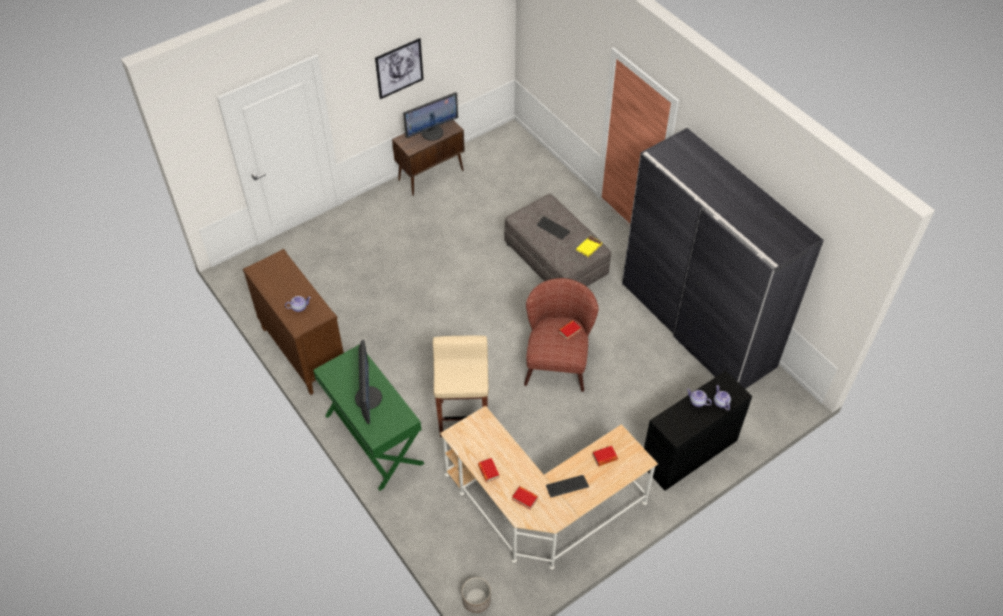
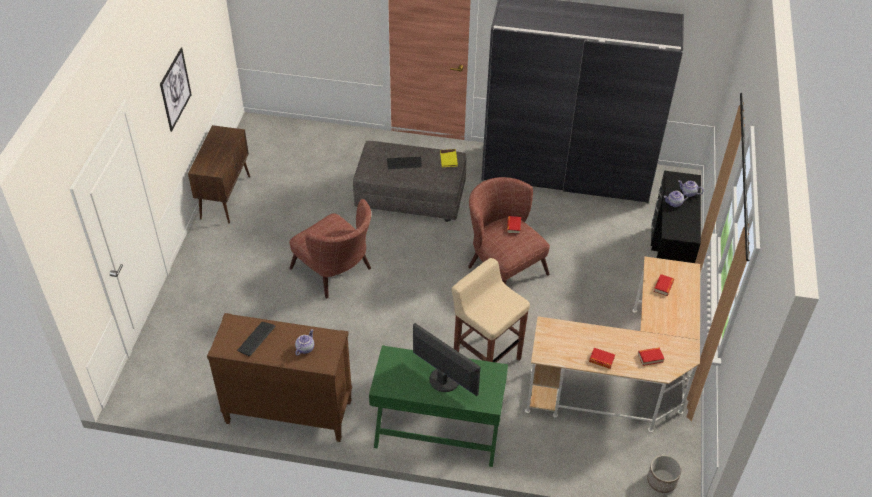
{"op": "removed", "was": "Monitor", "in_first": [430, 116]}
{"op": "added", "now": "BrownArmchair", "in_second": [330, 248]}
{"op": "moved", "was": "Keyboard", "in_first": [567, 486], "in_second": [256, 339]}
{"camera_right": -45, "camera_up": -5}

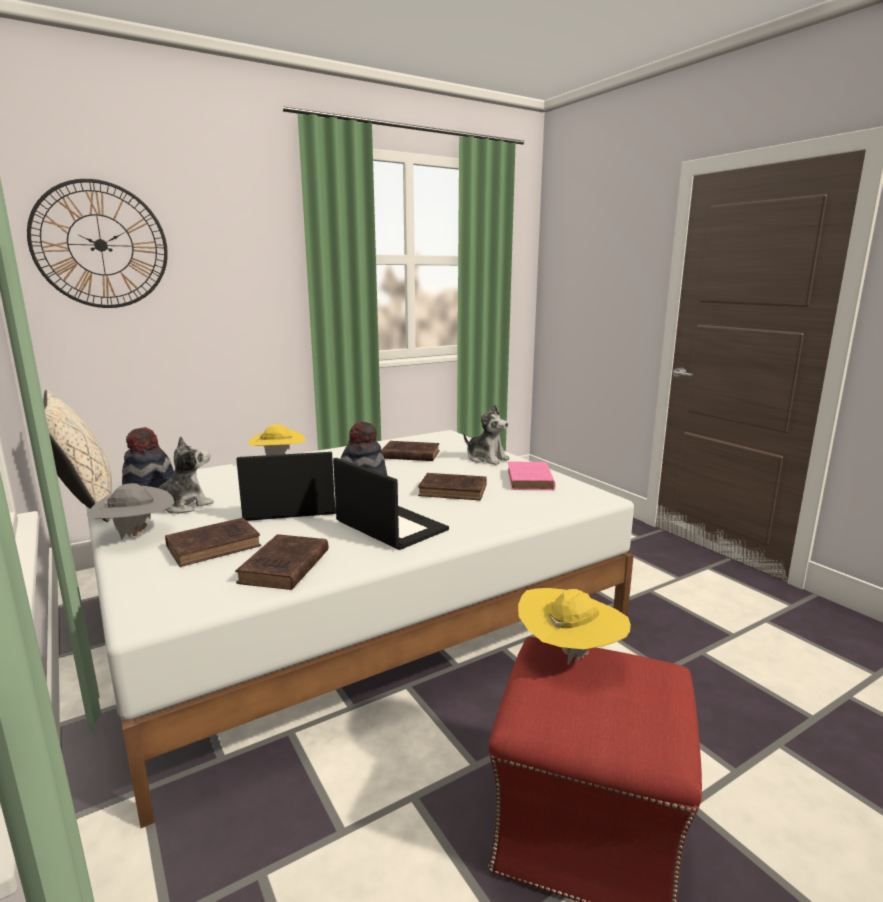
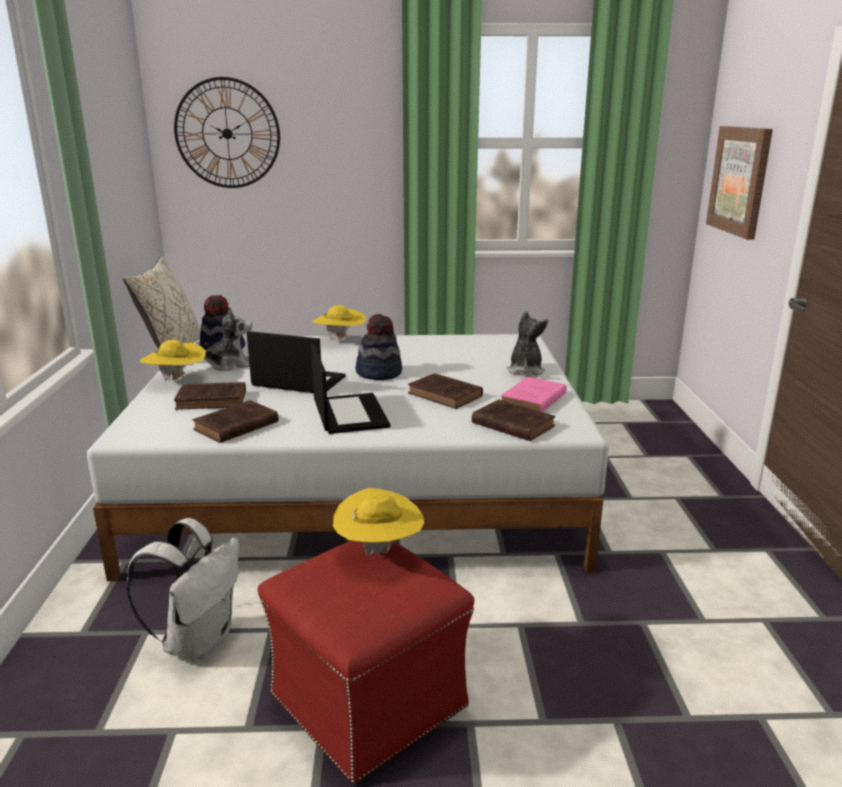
{"op": "added", "now": "WhiteBackpack", "in_second": [183, 590]}
{"op": "added", "now": "Picture", "in_second": [739, 183]}
{"op": "moved", "was": "BrownBook", "in_first": [410, 451], "in_second": [514, 420]}
{"op": "recoloured", "was": "GreyHat", "now": "YellowHat", "in_first": [130, 511], "in_second": [172, 361]}
{"op": "turned", "was": "PlushToy", "in_first": [487, 434], "in_second": [527, 343], "clockwise": -150}
{"camera_right": 30, "camera_up": 5}

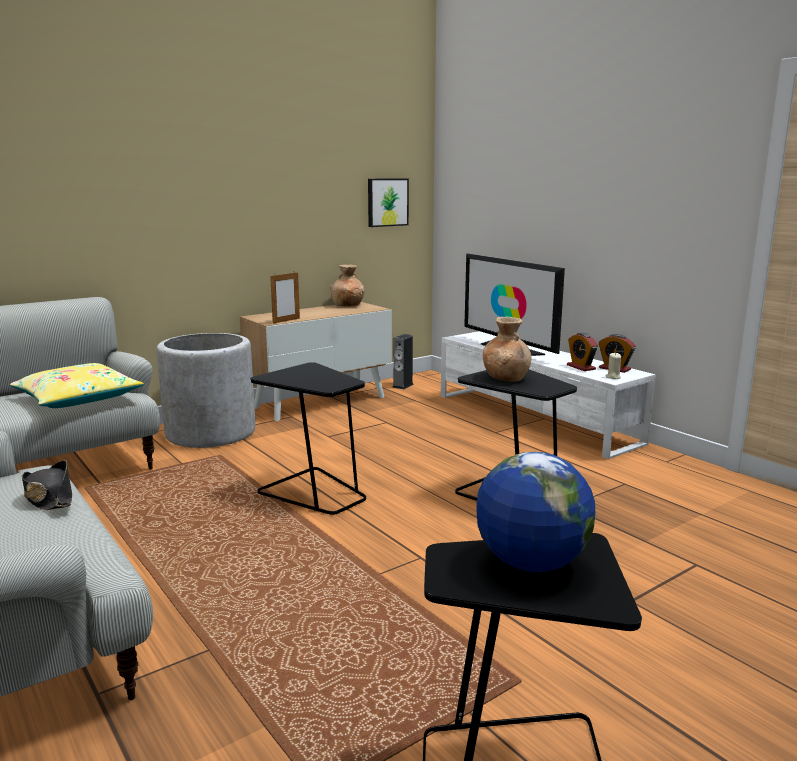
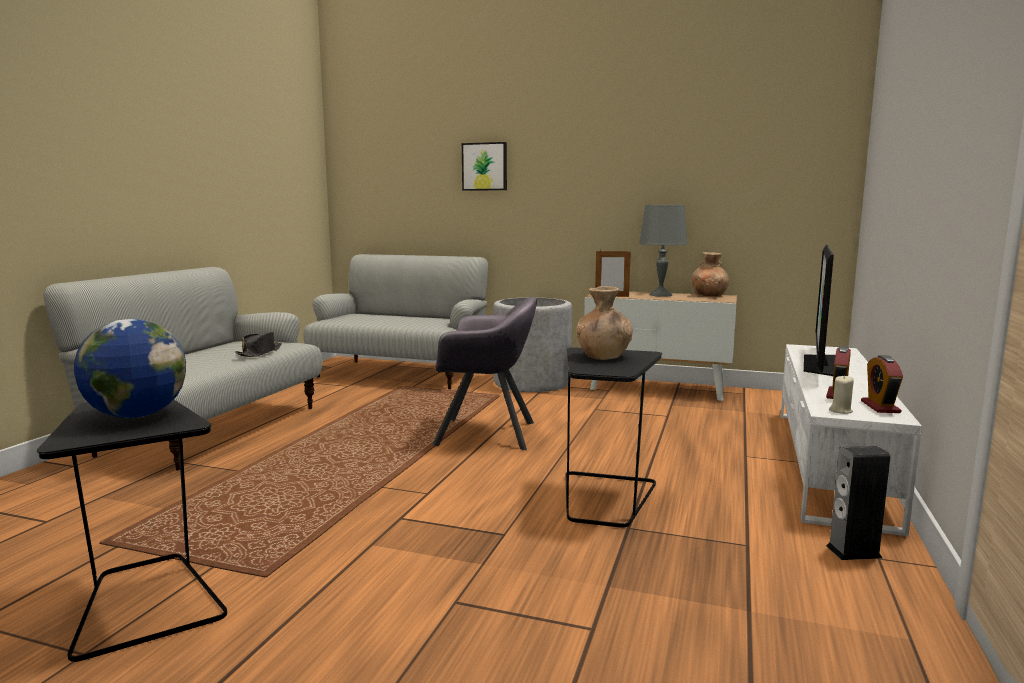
{"op": "removed", "was": "YellowPillow", "in_first": [77, 385]}
{"op": "added", "now": "GreyTableLamp", "in_second": [663, 251]}
{"op": "moved", "was": "Picture", "in_first": [388, 202], "in_second": [484, 166]}
{"op": "moved", "was": "Speaker", "in_first": [403, 361], "in_second": [858, 503]}
{"op": "replaced", "was": "BlackSideTable", "now": "GreyArmchair", "in_first": [308, 438], "in_second": [484, 373]}
{"camera_right": 55, "camera_up": -5}

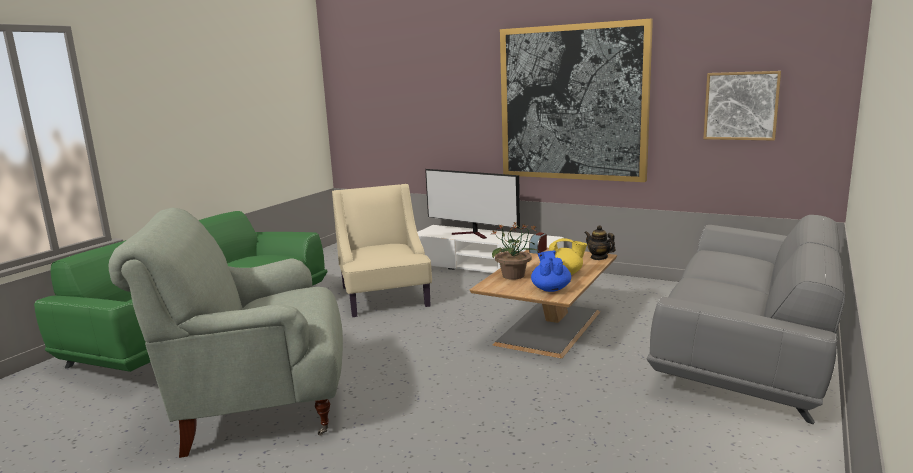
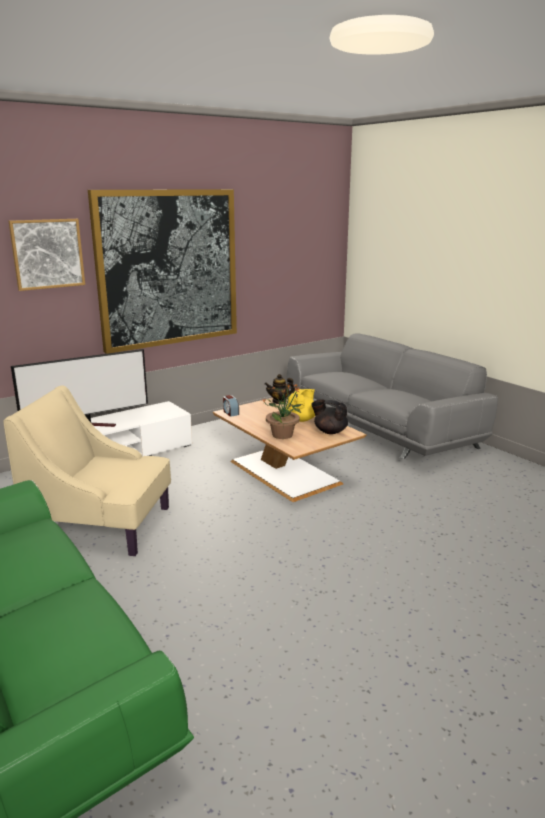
{"op": "removed", "was": "GreyArmchair", "in_first": [226, 332]}
{"op": "moved", "was": "Picture", "in_first": [742, 106], "in_second": [47, 255]}
{"op": "recoloured", "was": "BlueTeapot", "now": "BlackTeapot", "in_first": [551, 271], "in_second": [329, 416]}
{"camera_right": -65, "camera_up": 5}

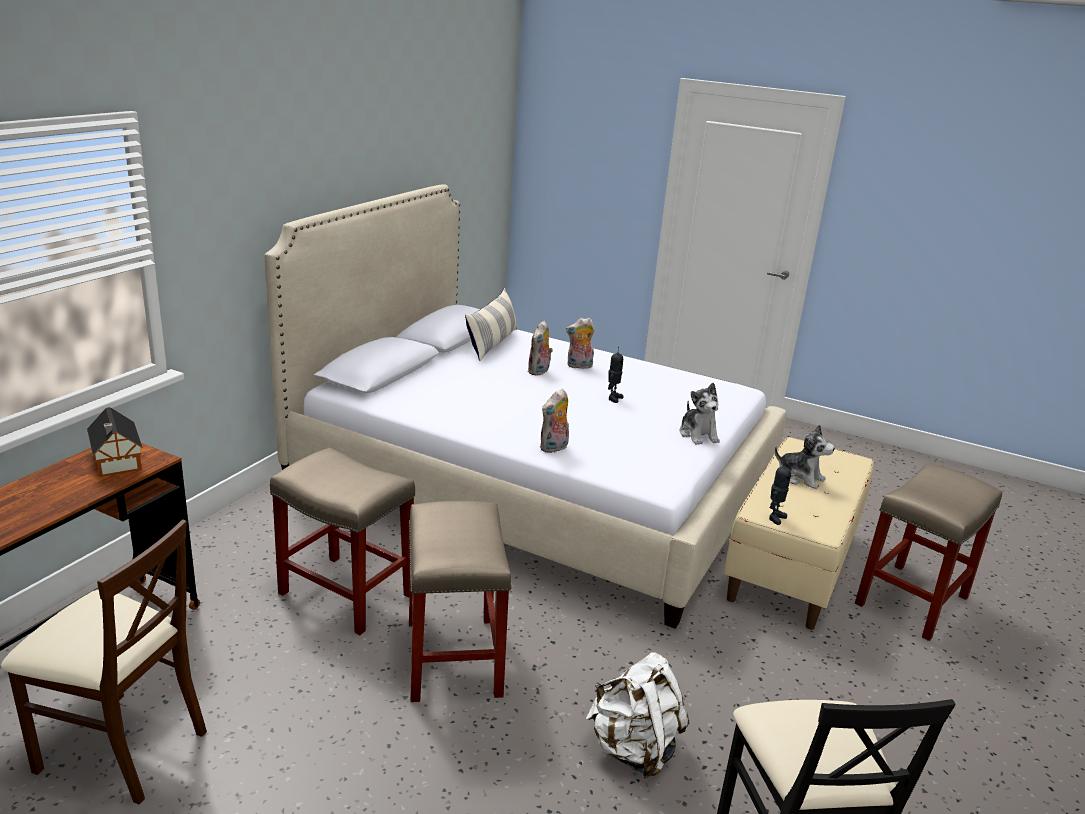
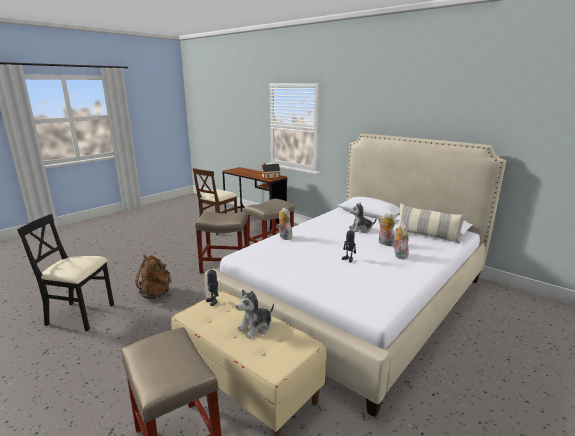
{"op": "moved", "was": "PlushToy", "in_first": [699, 414], "in_second": [363, 218]}
{"op": "recoloured", "was": "WhiteBackpack", "now": "BrownBackpack", "in_first": [637, 715], "in_second": [153, 276]}
{"camera_right": 105, "camera_up": -5}

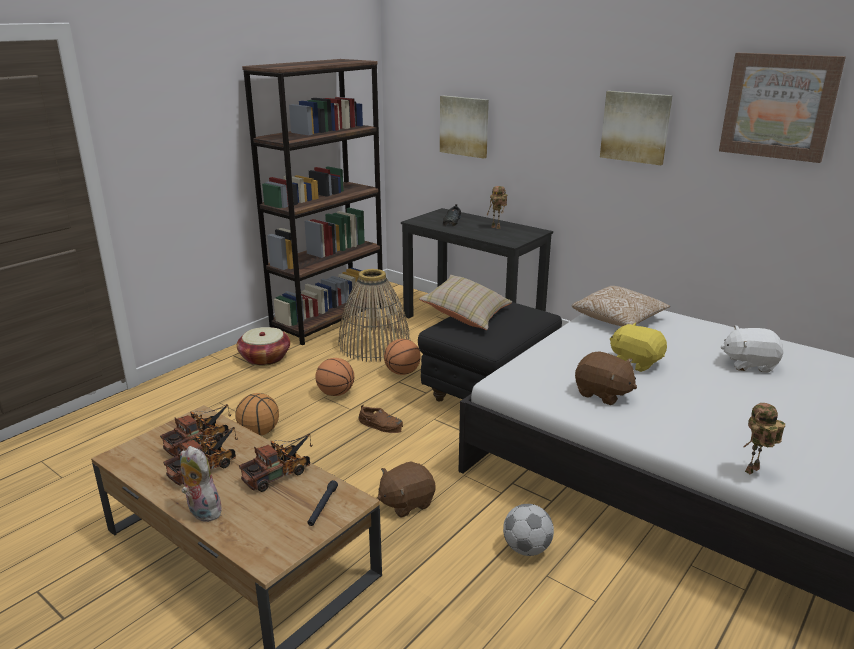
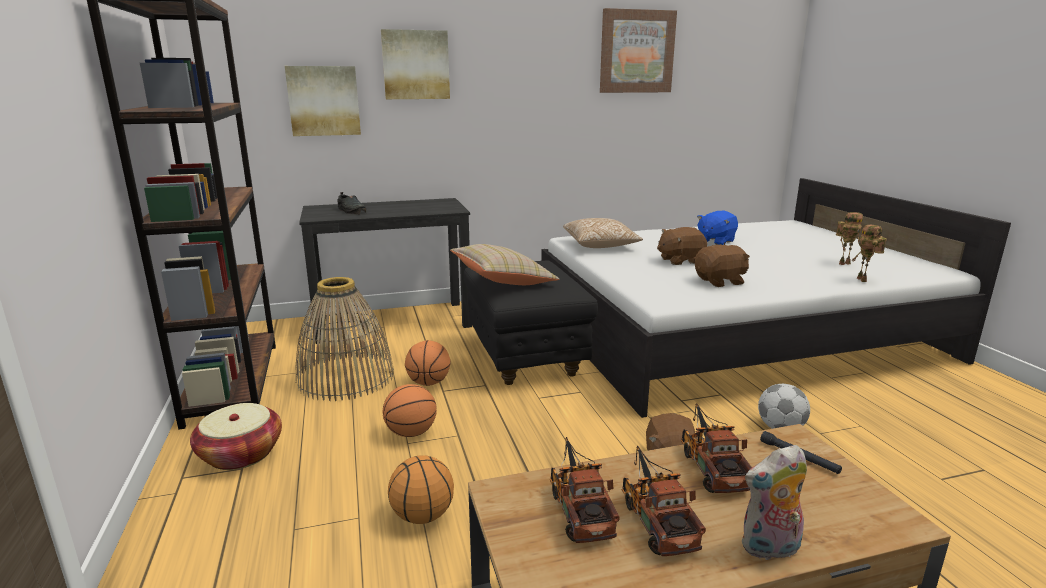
{"op": "removed", "was": "BrownShoe", "in_first": [380, 419]}
{"op": "moved", "was": "ToyRobot", "in_first": [497, 207], "in_second": [849, 238]}
{"op": "moved", "was": "Picture", "in_first": [636, 128], "in_second": [415, 64]}
{"op": "recoloured", "was": "YellowPlushToy", "now": "BrownPlushToy", "in_first": [638, 347], "in_second": [682, 246]}
{"op": "recoloured", "was": "WhitePlushToy", "now": "BluePlushToy", "in_first": [752, 349], "in_second": [717, 228]}
{"camera_right": -55, "camera_up": -5}

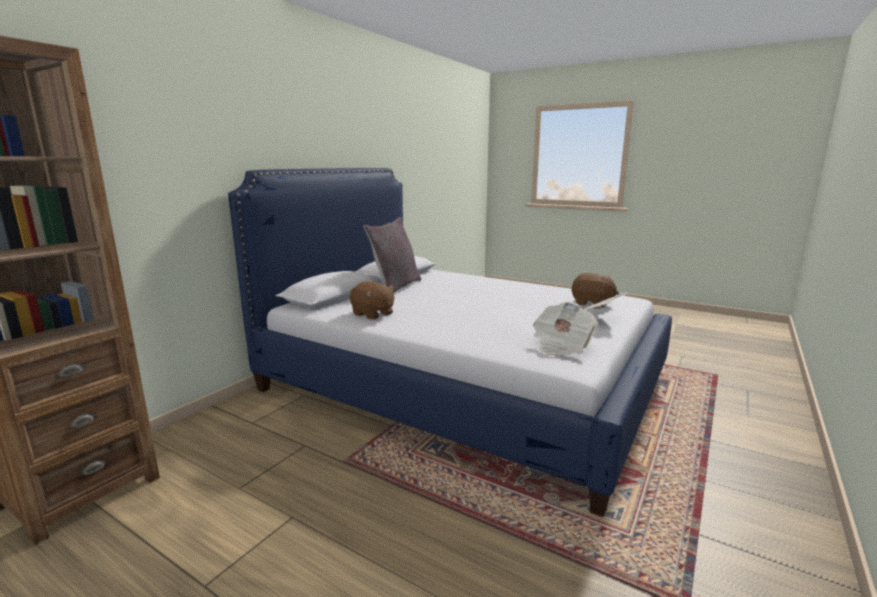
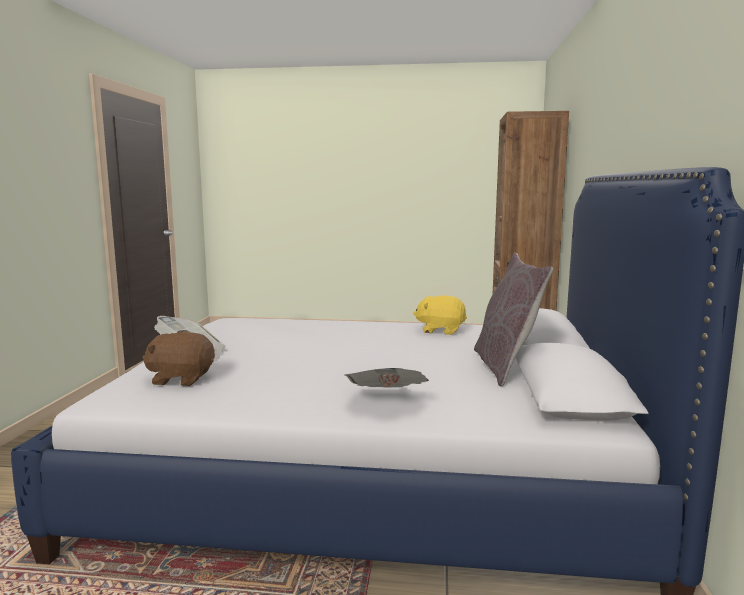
{"op": "moved", "was": "Newspaper", "in_first": [565, 329], "in_second": [387, 377]}
{"op": "recoloured", "was": "BrownPlushToy", "now": "YellowPlushToy", "in_first": [372, 300], "in_second": [440, 315]}
{"camera_right": 155, "camera_up": -5}

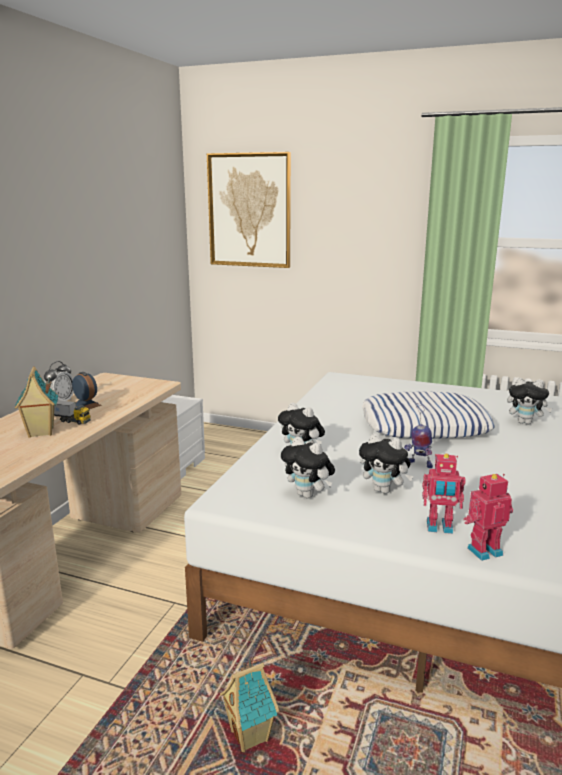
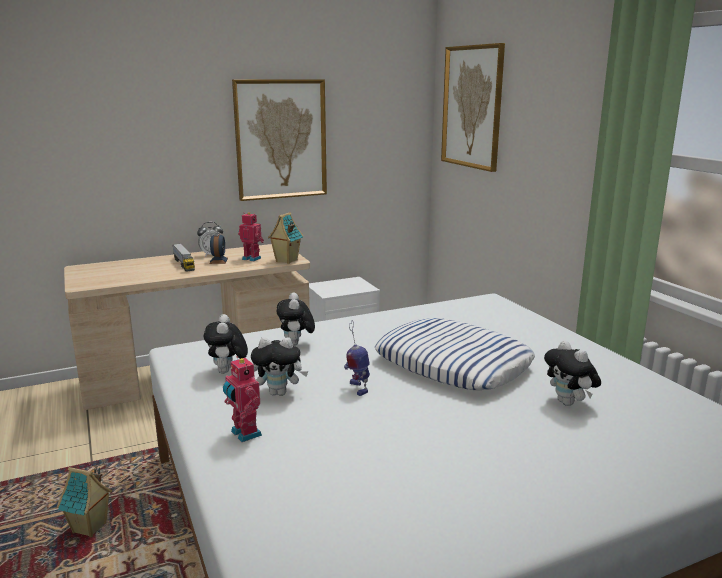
{"op": "added", "now": "Picture", "in_second": [279, 140]}
{"op": "moved", "was": "ToyHouse", "in_first": [36, 402], "in_second": [285, 238]}
{"op": "moved", "was": "ToyRobot", "in_first": [488, 517], "in_second": [251, 236]}
{"op": "turned", "was": "PlushToy", "in_first": [386, 463], "in_second": [279, 366], "clockwise": -75}
{"camera_right": 45, "camera_up": 0}

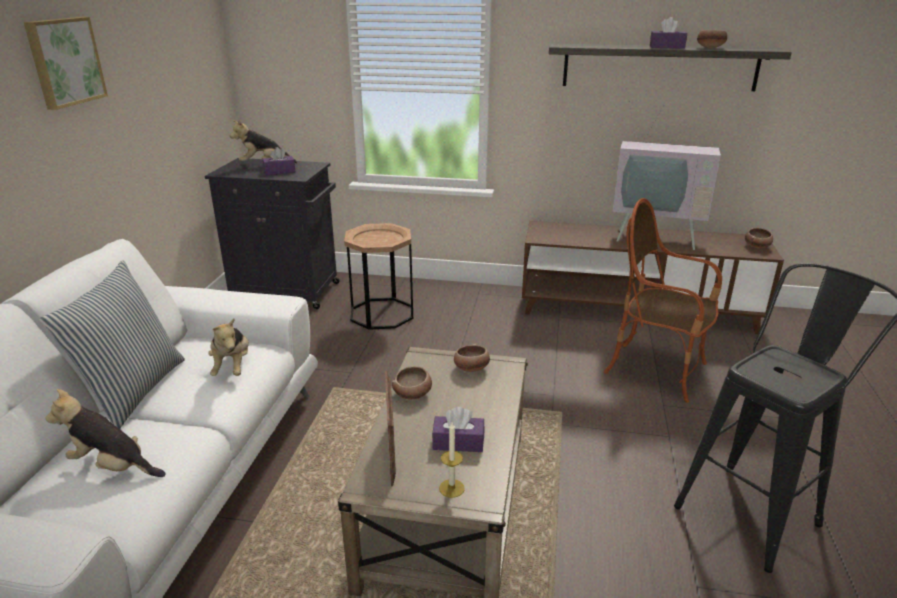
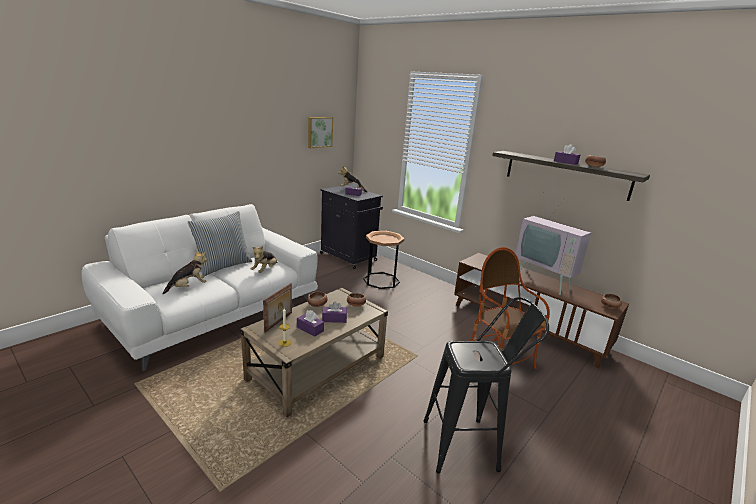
{"op": "added", "now": "PurpleTissueBox", "in_second": [334, 312]}
{"op": "moved", "was": "Picture", "in_first": [66, 63], "in_second": [320, 132]}
{"op": "turned", "was": "PlushToy", "in_first": [105, 433], "in_second": [185, 272], "clockwise": 90}
{"camera_right": 30, "camera_up": -5}

